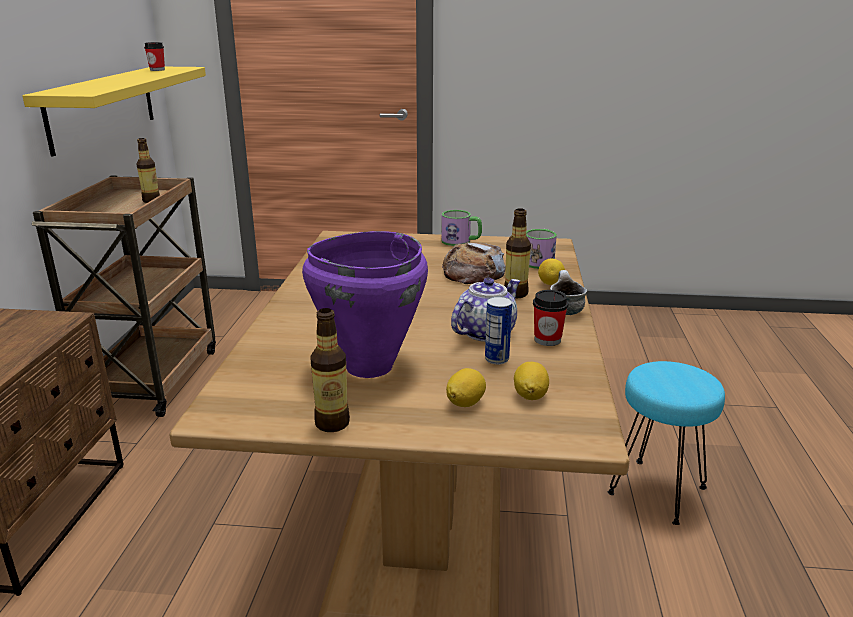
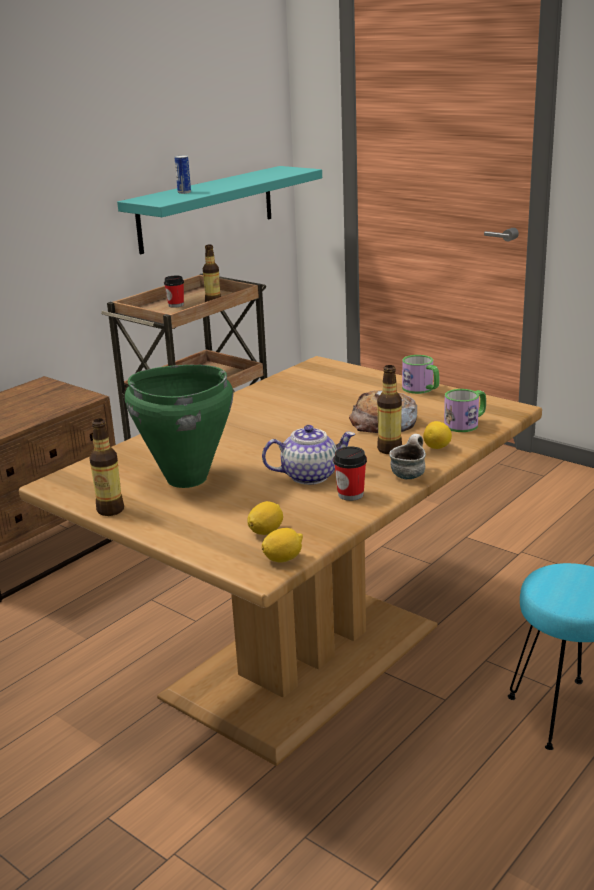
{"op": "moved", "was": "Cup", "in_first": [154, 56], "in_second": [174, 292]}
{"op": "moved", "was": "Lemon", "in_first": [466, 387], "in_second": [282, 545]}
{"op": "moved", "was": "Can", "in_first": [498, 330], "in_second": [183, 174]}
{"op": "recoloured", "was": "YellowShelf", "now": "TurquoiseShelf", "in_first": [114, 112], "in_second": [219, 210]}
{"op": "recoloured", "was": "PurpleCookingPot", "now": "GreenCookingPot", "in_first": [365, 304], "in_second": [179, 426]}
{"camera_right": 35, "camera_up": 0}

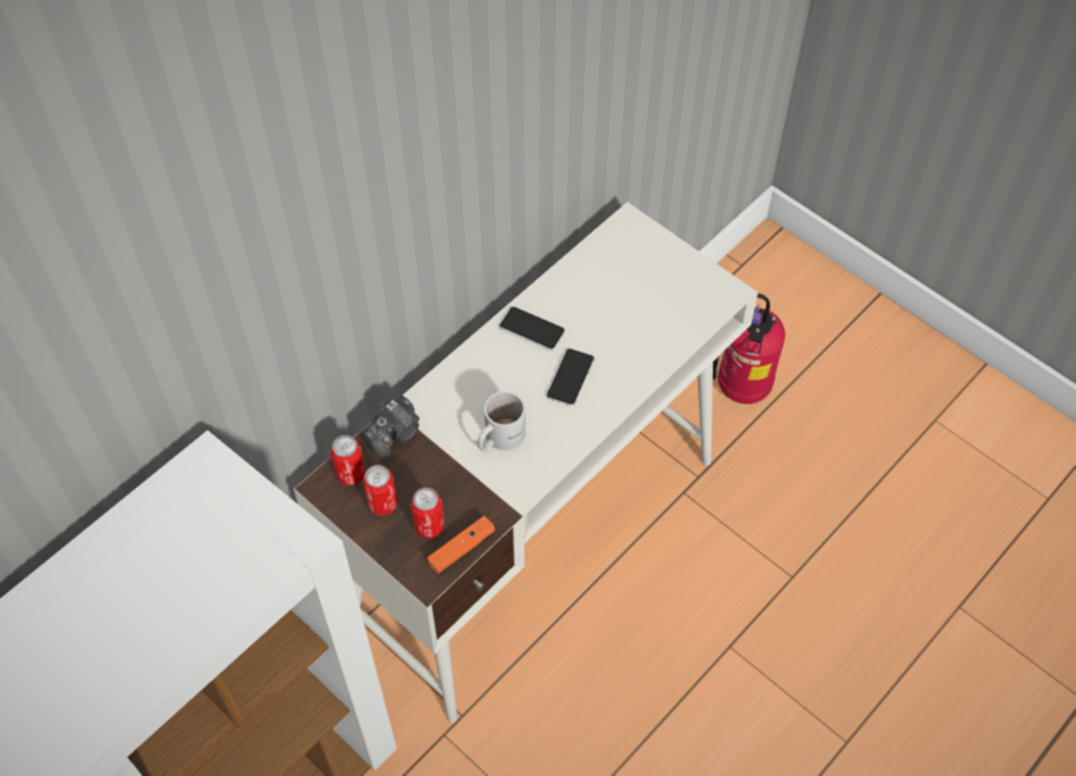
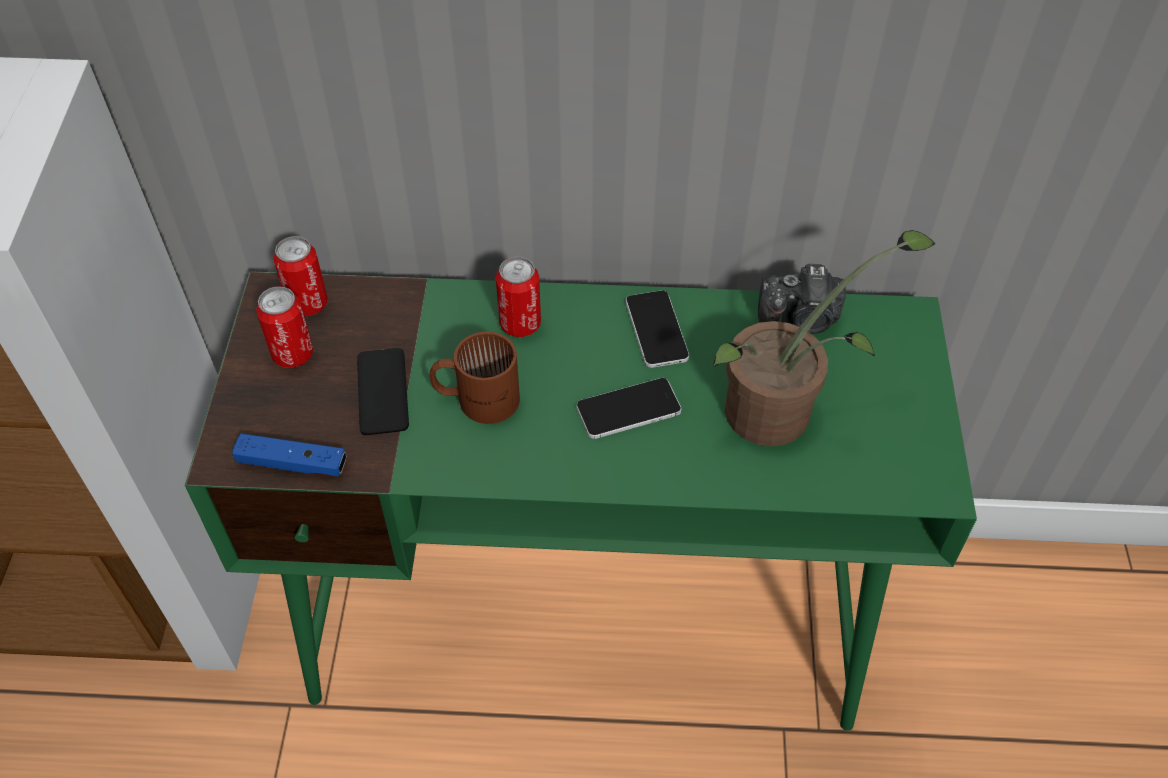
{"op": "removed", "was": "FireExtinguisher", "in_first": [749, 348]}
{"op": "added", "now": "Phone", "in_second": [383, 391]}
{"op": "added", "now": "PottedPlant", "in_second": [824, 338]}
{"op": "moved", "was": "PhotoCamera", "in_first": [391, 427], "in_second": [802, 299]}
{"op": "moved", "was": "Can", "in_first": [427, 513], "in_second": [518, 297]}
{"op": "recoloured", "was": "WhiteDesk", "now": "GreenDesk", "in_first": [526, 462], "in_second": [581, 501]}
{"op": "recoloured", "was": "OrangeGameController", "now": "BlueGameController", "in_first": [461, 544], "in_second": [289, 454]}
{"op": "recoloured", "was": "WhiteMug", "now": "BrownMug", "in_first": [501, 421], "in_second": [475, 378]}
{"camera_right": 50, "camera_up": -5}

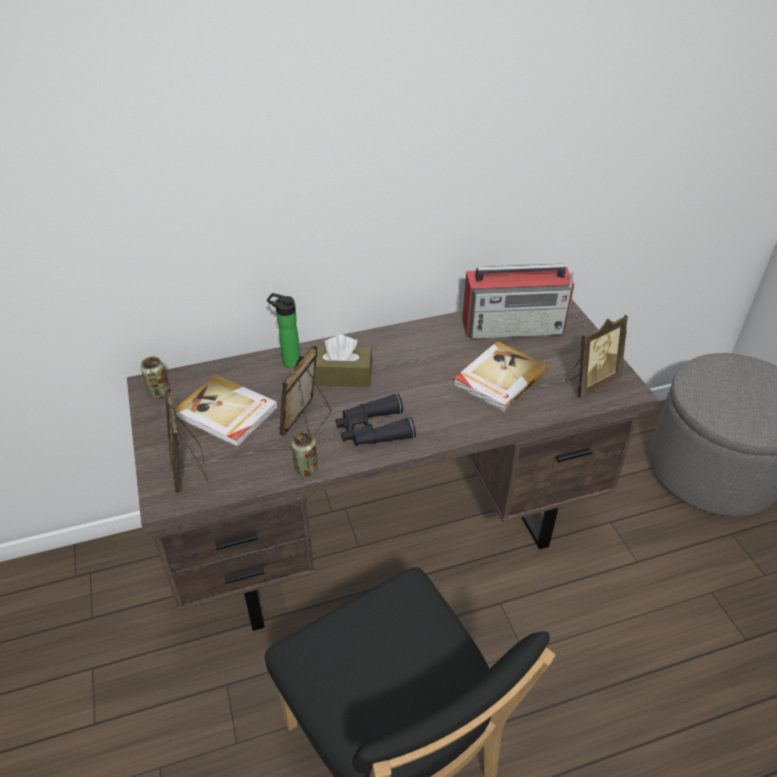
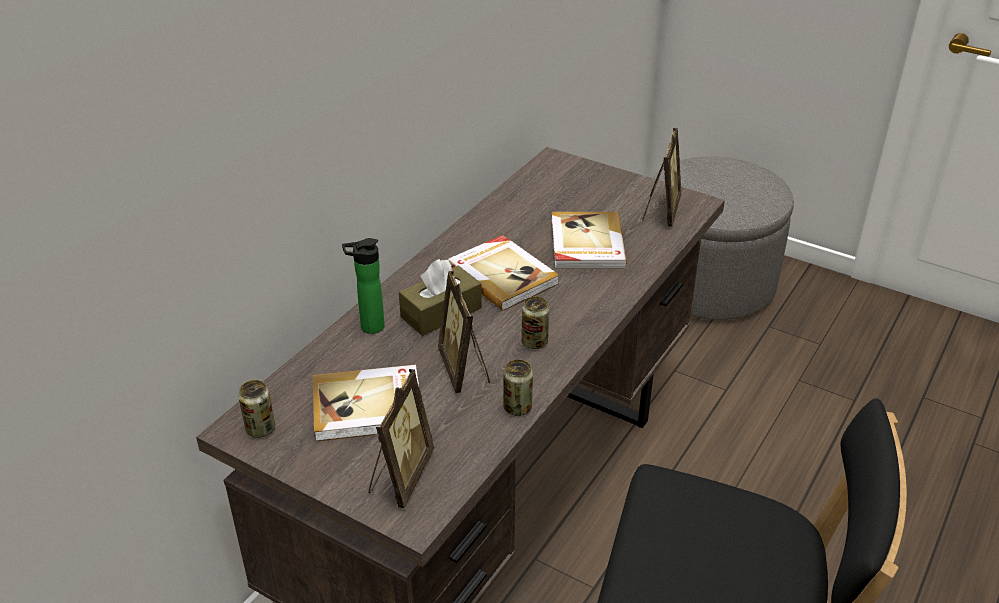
{"op": "removed", "was": "Radio", "in_first": [518, 301]}
{"op": "added", "now": "Book", "in_second": [503, 273]}
{"op": "replaced", "was": "BlackBinoculars", "now": "Can", "in_first": [376, 419], "in_second": [535, 322]}
{"op": "turned", "was": "PictureFrame", "in_first": [186, 440], "in_second": [401, 438], "clockwise": -105}
{"camera_right": -40, "camera_up": -5}

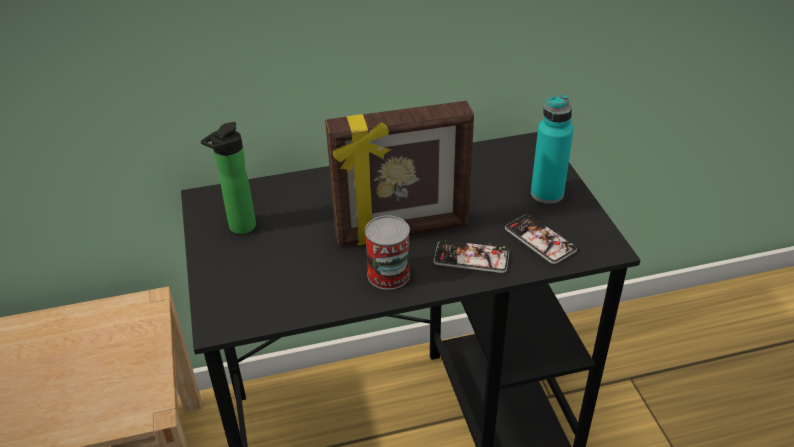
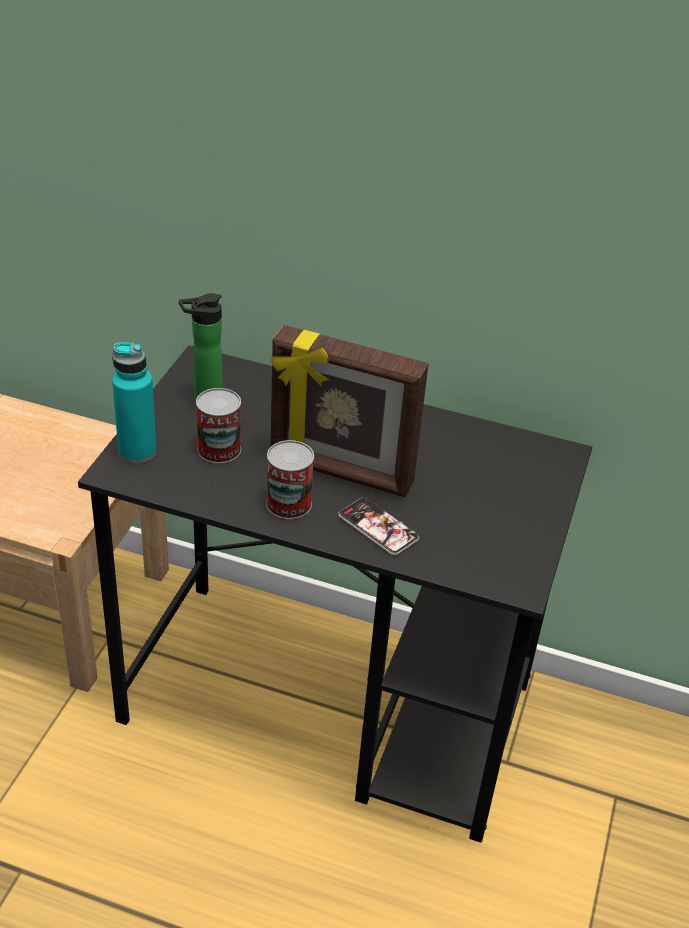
{"op": "removed", "was": "Phone", "in_first": [541, 239]}
{"op": "added", "now": "Can", "in_second": [218, 426]}
{"op": "moved", "was": "TurquoiseBottle", "in_first": [552, 149], "in_second": [134, 402]}
{"camera_right": 30, "camera_up": 0}

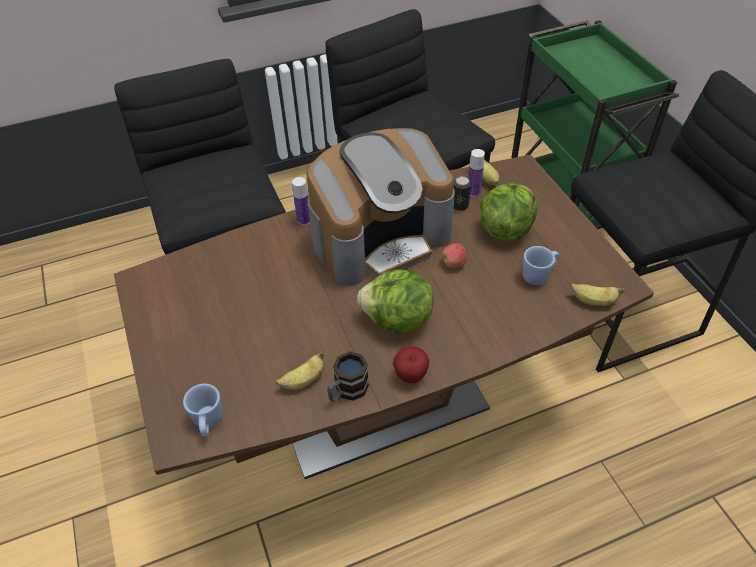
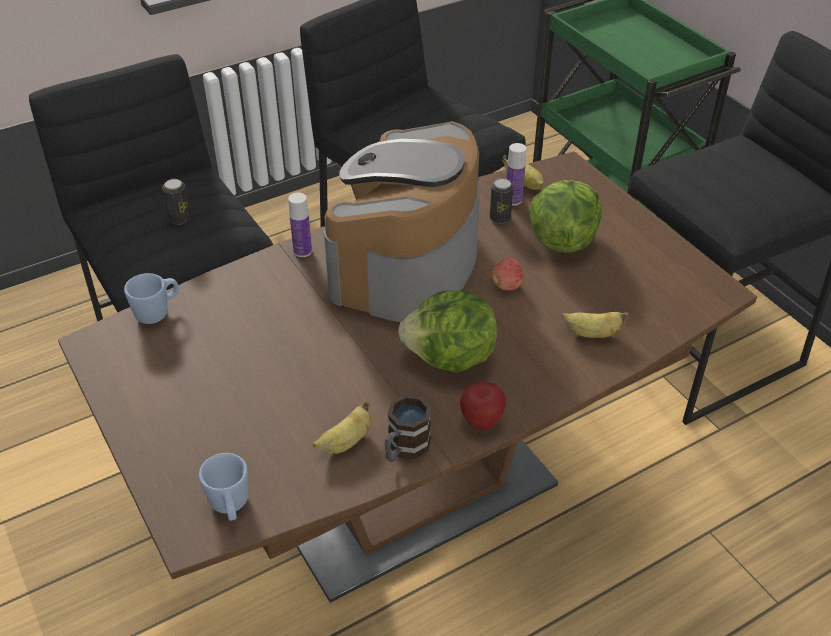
{"op": "added", "now": "Can", "in_second": [176, 202]}
{"op": "moved", "was": "BlueMug", "in_first": [541, 265], "in_second": [151, 298]}
{"op": "moved", "was": "Banana", "in_first": [597, 295], "in_second": [595, 325]}
{"op": "turned", "was": "CoffeeMachine", "in_first": [381, 207], "in_second": [402, 221], "clockwise": 150}
{"camera_right": -10, "camera_up": -5}

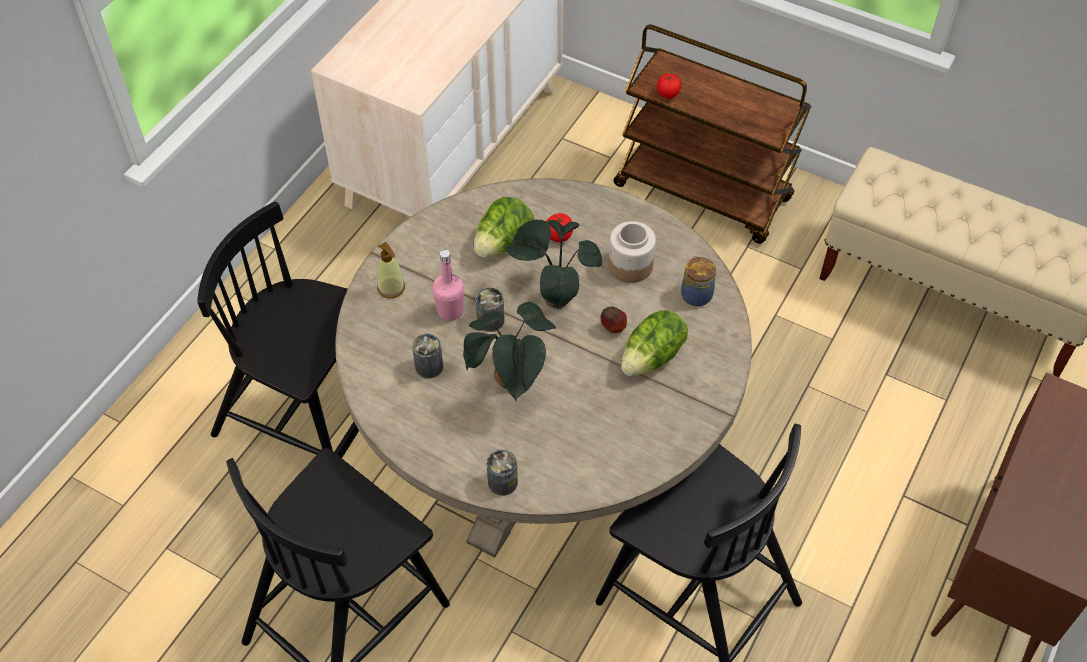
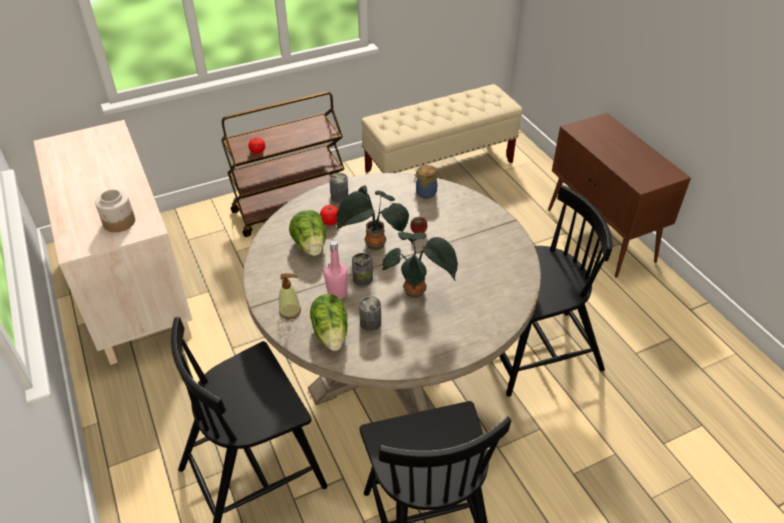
{"op": "moved", "was": "Can", "in_first": [502, 472], "in_second": [338, 188]}
{"op": "moved", "was": "Jar", "in_first": [632, 252], "in_second": [115, 210]}
{"op": "moved", "was": "Lettuce", "in_first": [654, 343], "in_second": [328, 322]}
{"camera_right": -55, "camera_up": -10}

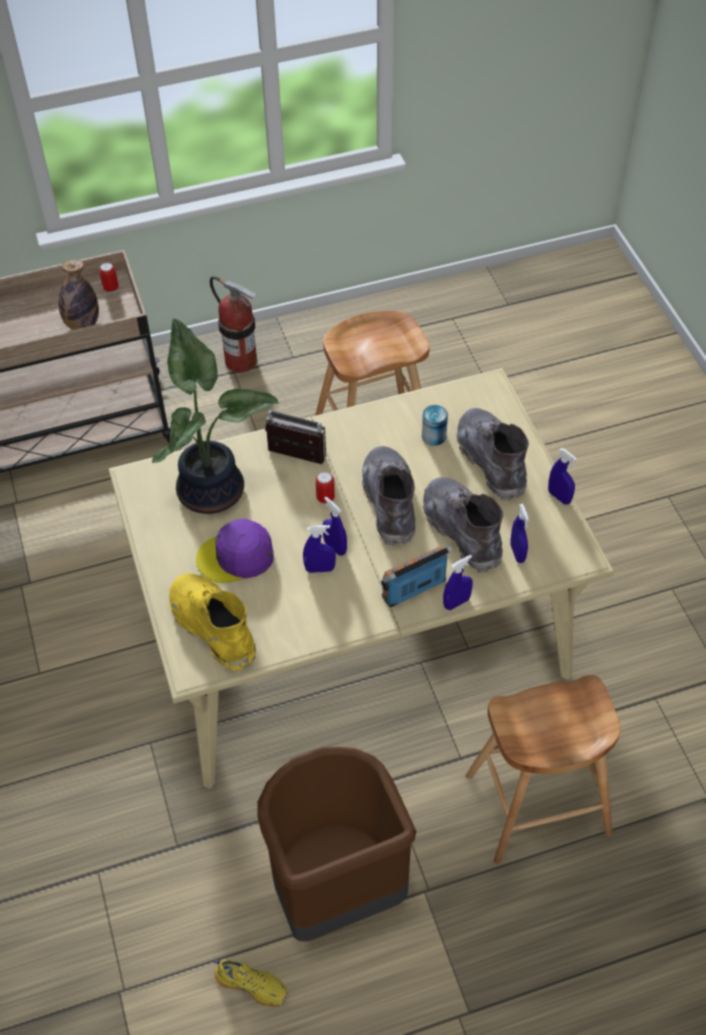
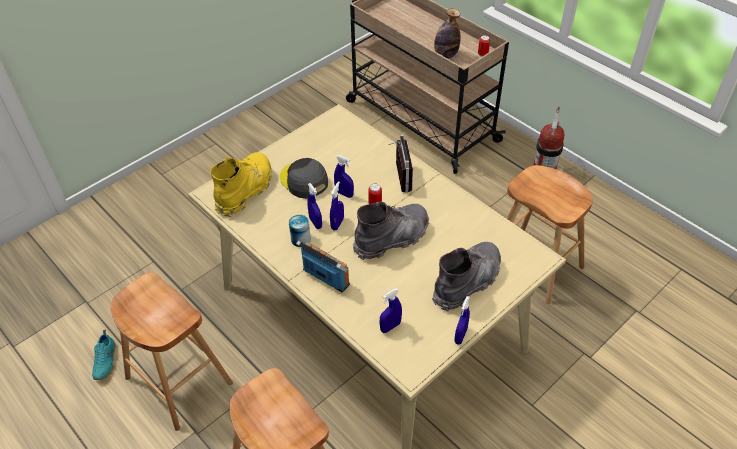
{"op": "removed", "was": "PottedPlant", "in_first": [215, 416]}
{"op": "removed", "was": "GreyBoot", "in_first": [463, 525]}
{"op": "moved", "was": "Can", "in_first": [435, 425], "in_second": [300, 231]}
{"op": "moved", "was": "BlueSprayBottle", "in_first": [458, 582], "in_second": [344, 176]}
{"op": "replaced", "was": "BrownTrashCan", "now": "BrownStool", "in_first": [336, 844], "in_second": [172, 351]}
{"op": "recoloured", "was": "PurpleCap", "now": "GreyCap", "in_first": [235, 551], "in_second": [304, 178]}
{"op": "recoloured", "was": "YellowShoe", "now": "TurquoiseShoe", "in_first": [251, 982], "in_second": [104, 355]}
{"camera_right": 65, "camera_up": -5}

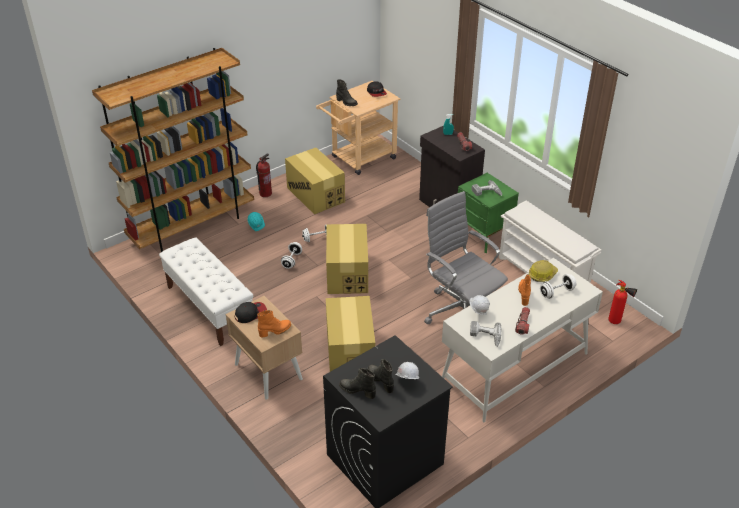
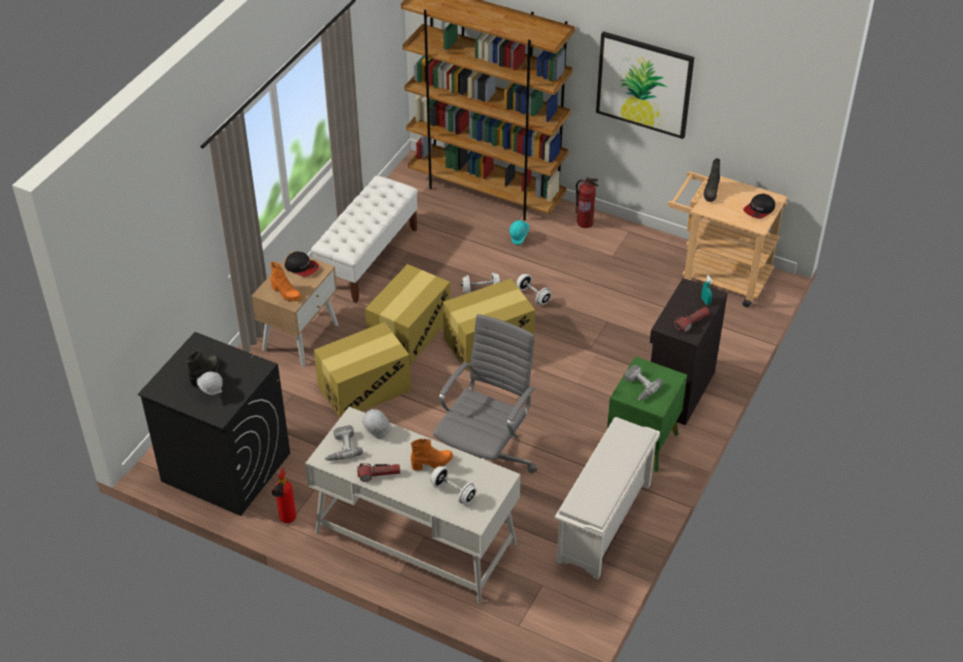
{"op": "removed", "was": "BlackBoot", "in_first": [357, 383]}
{"op": "removed", "was": "HardHat", "in_first": [543, 271]}
{"op": "added", "now": "Picture", "in_second": [645, 85]}
{"op": "moved", "was": "CardboardBox", "in_first": [315, 181], "in_second": [408, 314]}
{"op": "moved", "was": "FireExtinguisher", "in_first": [622, 302], "in_second": [284, 495]}
{"camera_right": 65, "camera_up": 5}

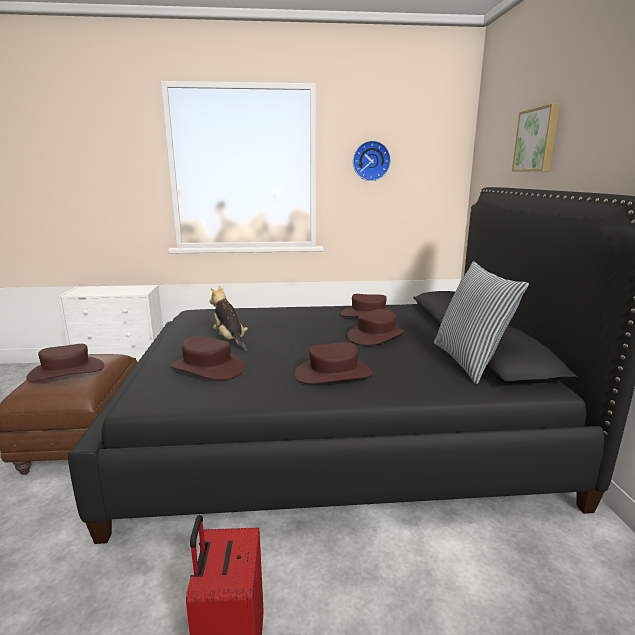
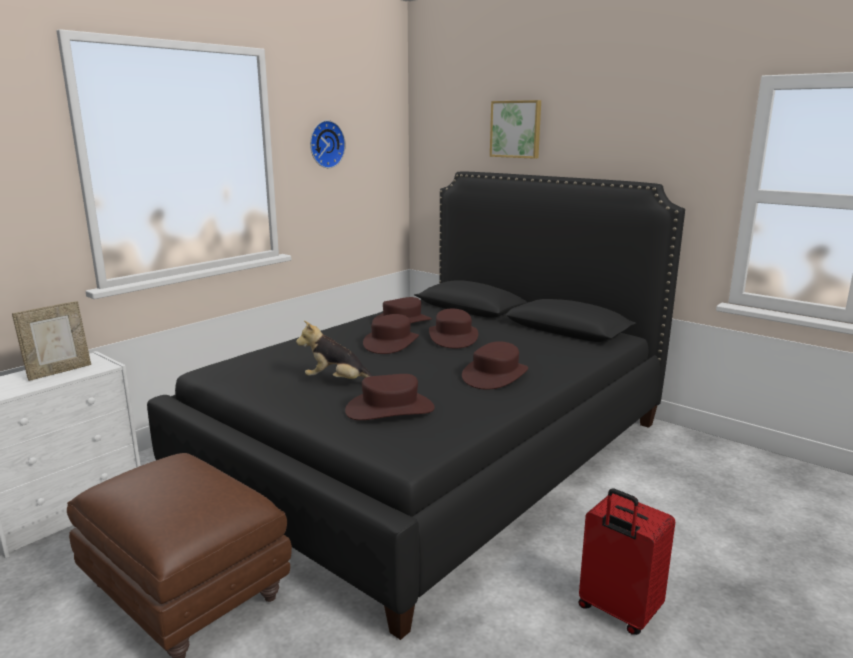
{"op": "removed", "was": "Pillow", "in_first": [481, 322]}
{"op": "added", "now": "PictureFrame", "in_second": [51, 341]}
{"op": "moved", "was": "BrownHat", "in_first": [65, 363], "in_second": [391, 334]}
{"camera_right": -45, "camera_up": 0}

